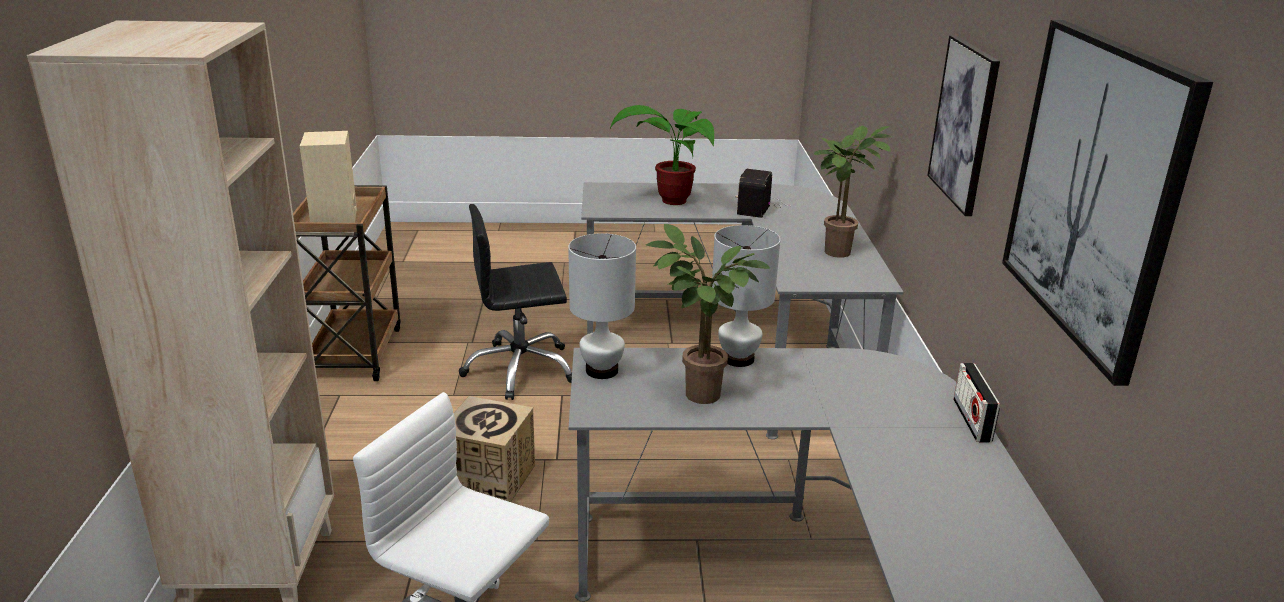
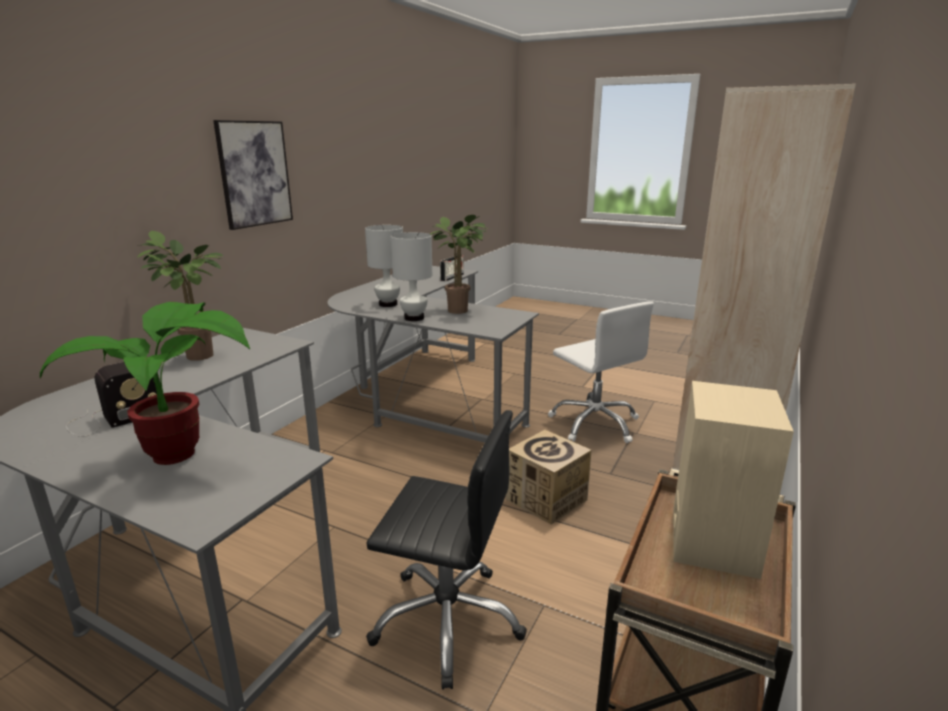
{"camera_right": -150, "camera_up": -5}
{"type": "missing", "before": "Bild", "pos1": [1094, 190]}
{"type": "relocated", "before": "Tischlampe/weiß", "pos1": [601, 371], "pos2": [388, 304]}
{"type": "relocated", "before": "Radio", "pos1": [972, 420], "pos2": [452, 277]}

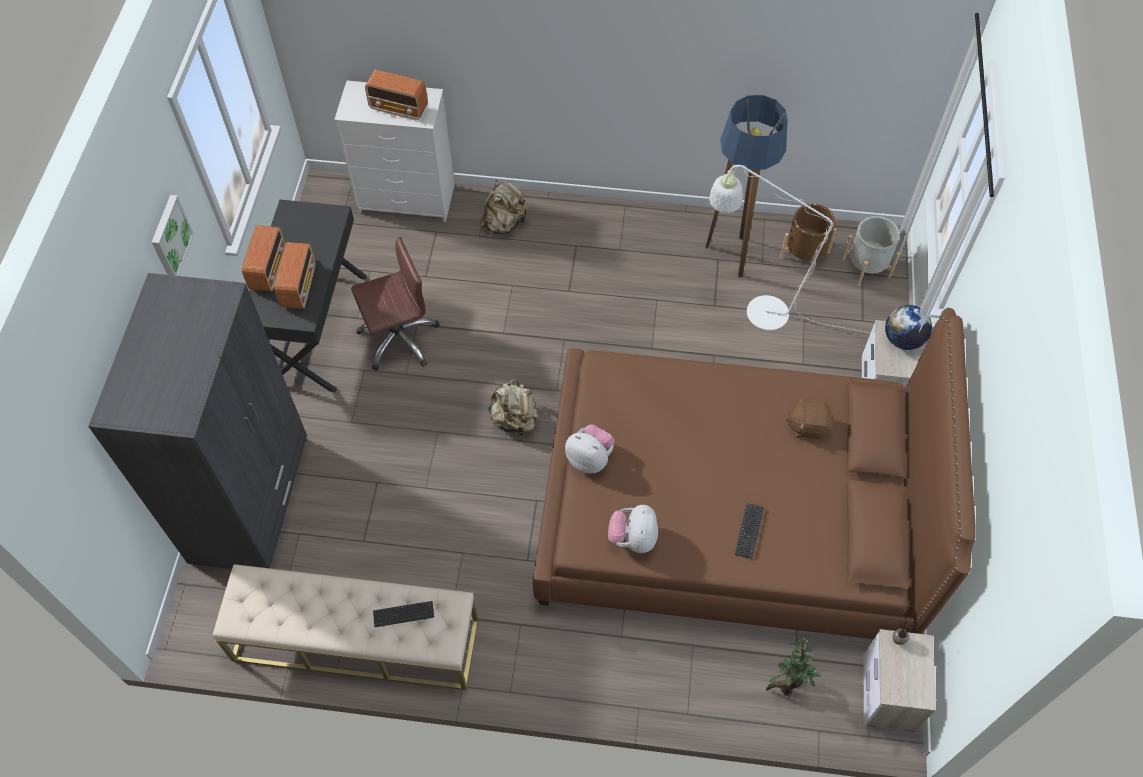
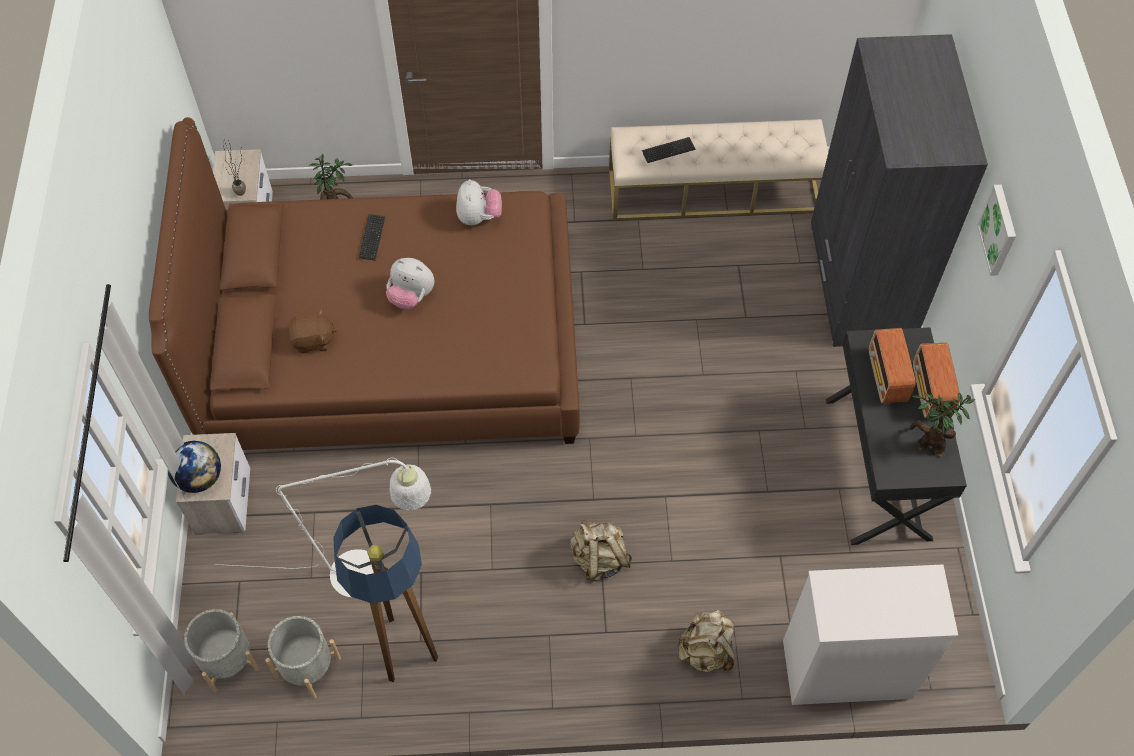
{"camera_right": 170, "camera_up": 0}
{"type": "missing", "before": "Bürostuhl/braun", "pos1": [399, 338]}
{"type": "missing", "before": "Radio", "pos1": [399, 108]}
{"type": "appeared", "after": "Topfpflanze", "pos2": [927, 444]}
{"type": "relocated", "before": "Rucksack/beige", "pos1": [515, 420], "pos2": [599, 559]}
{"type": "relocated", "before": "Plüschtier", "pos1": [590, 458], "pos2": [411, 296]}
{"type": "colour", "before": "Pflanzkübel/braun", "after": "Pflanzkübel/grau", "pos1": [804, 255], "pos2": [307, 667]}

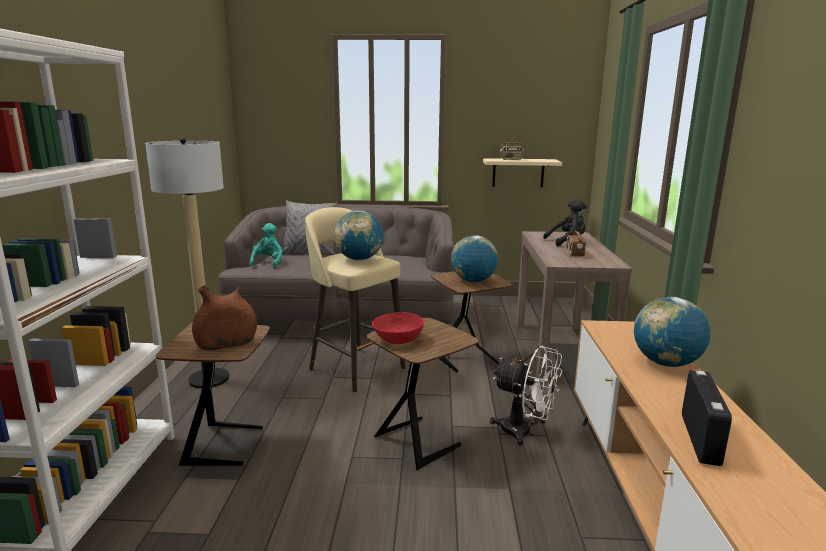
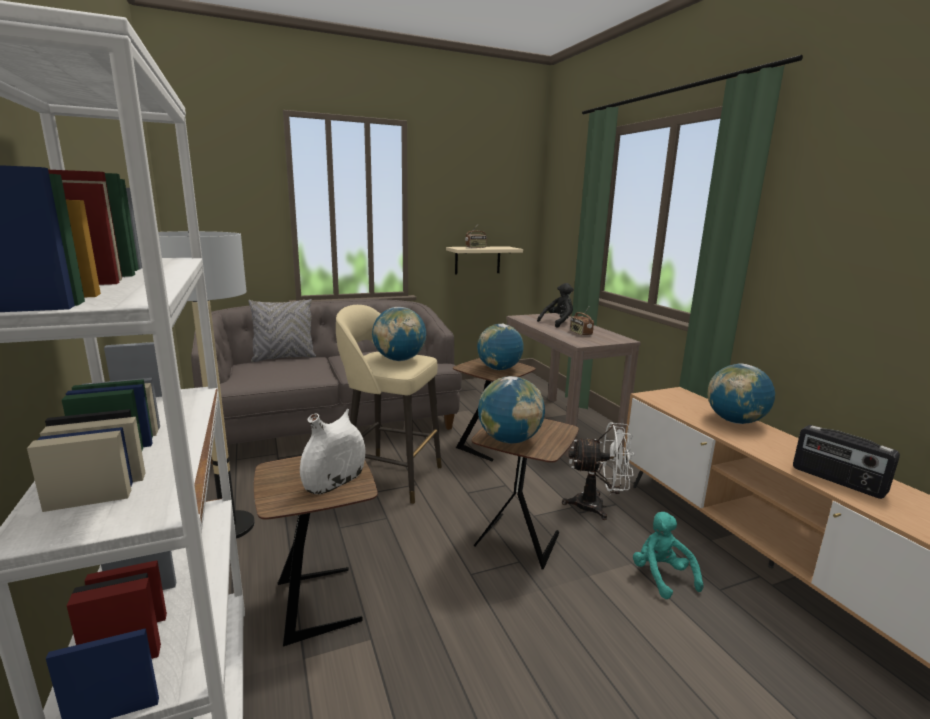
{"camera_right": -25, "camera_up": 0}
{"type": "relocated", "before": "Plüschtier/türkis", "pos1": [268, 263], "pos2": [661, 576]}
{"type": "exchanged", "before": "Schüssel/rot", "after": "Globus", "pos1": [398, 340], "pos2": [509, 440]}
{"type": "colour", "before": "Vase/braun", "after": "Vase/weiß", "pos1": [227, 344], "pos2": [335, 481]}
{"type": "spun", "before": "Radio", "pos1": [701, 439], "pos2": [837, 481], "turn": 150}

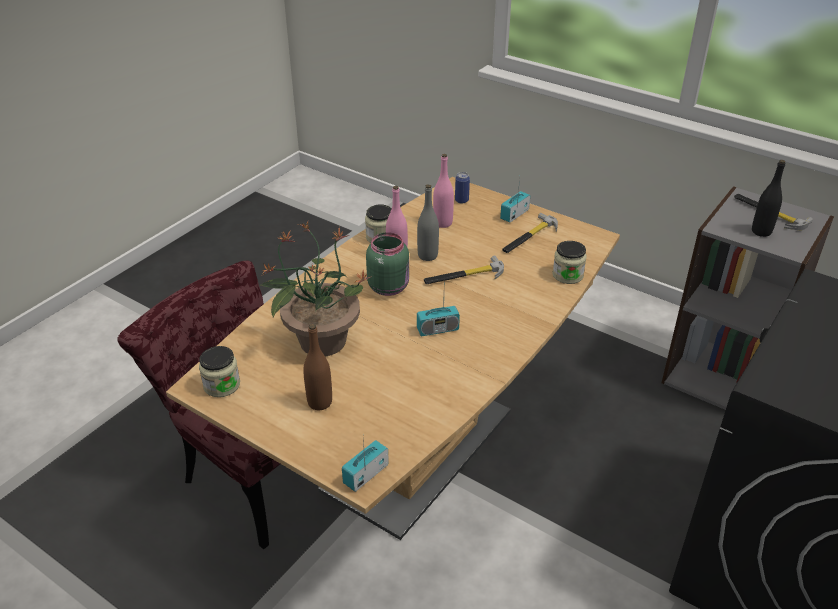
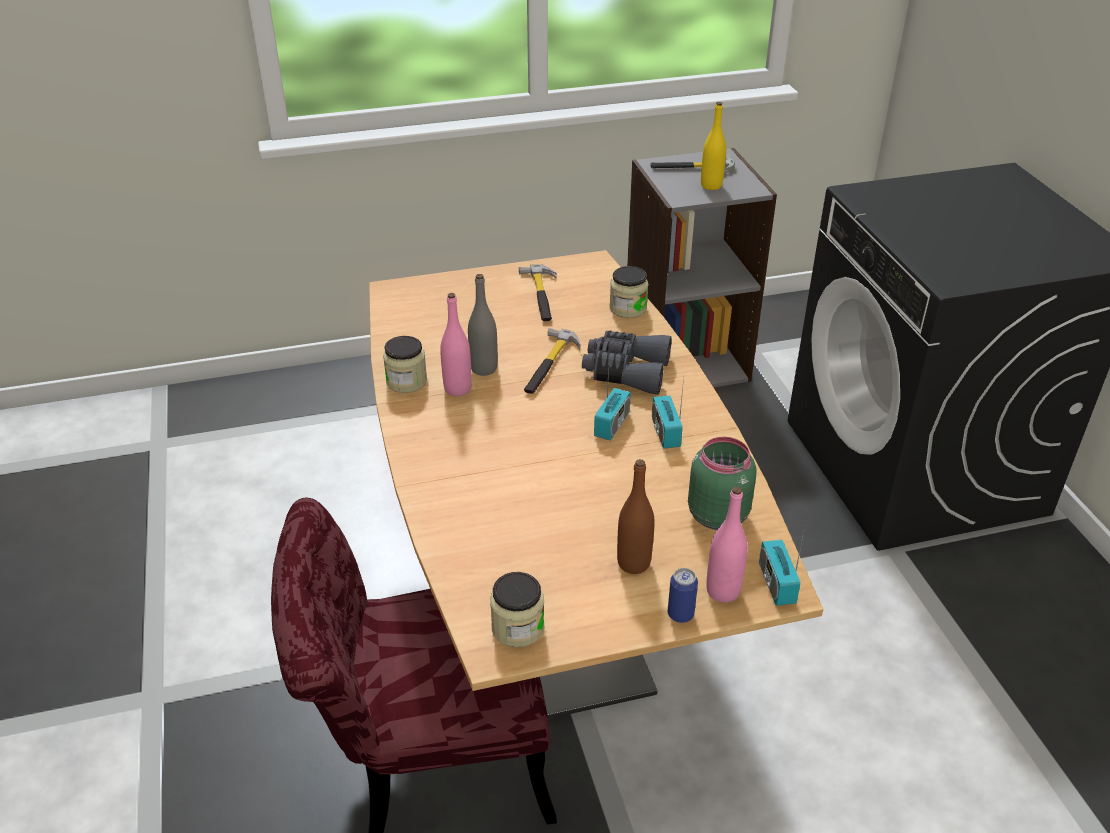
{"camera_right": -50, "camera_up": 0}
{"type": "missing", "before": "Topfpflanze", "pos1": [321, 341]}
{"type": "appeared", "after": "Fernglas/grau", "pos2": [626, 371]}
{"type": "relocated", "before": "Vorratsglas/grün", "pos1": [389, 287], "pos2": [717, 514]}
{"type": "relocated", "before": "Flasche/rosa", "pos1": [442, 223], "pos2": [723, 591]}
{"type": "relocated", "before": "Dose", "pos1": [461, 200], "pos2": [680, 614]}
{"type": "relocated", "before": "Radio", "pos1": [514, 214], "pos2": [665, 433]}
{"type": "colour", "before": "Flasche/schwarz", "after": "Flasche/gelb", "pos1": [761, 231], "pos2": [711, 185]}

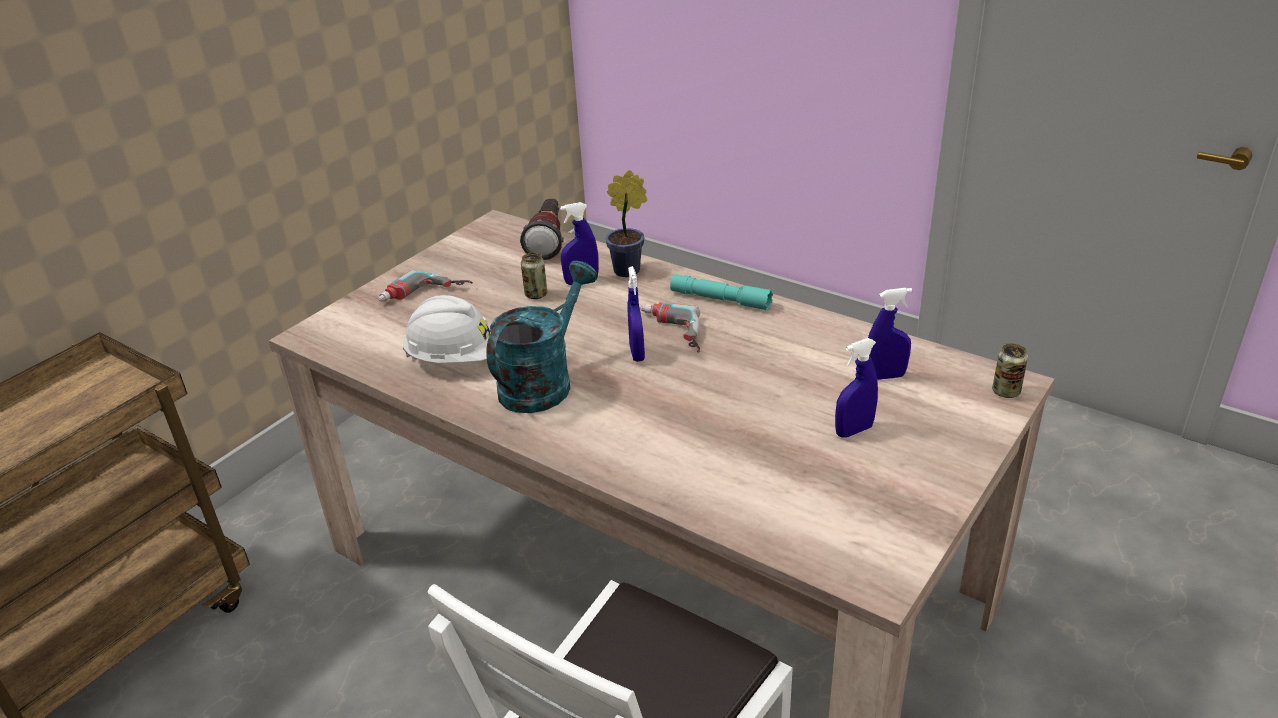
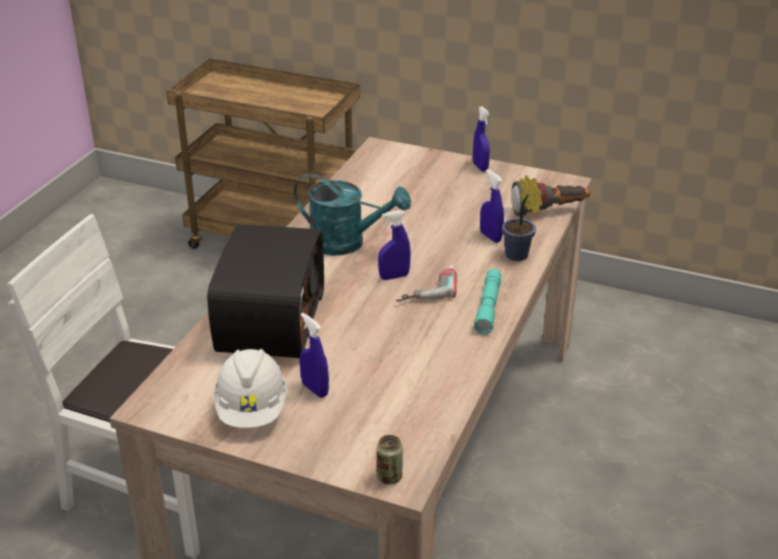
{"camera_right": 75, "camera_up": 0}
{"type": "missing", "before": "Bohrmaschine", "pos1": [425, 296]}
{"type": "missing", "before": "Dose", "pos1": [536, 294]}
{"type": "appeared", "after": "Radio", "pos2": [268, 321]}
{"type": "relocated", "before": "Schutzhelm/weiß", "pos1": [456, 358], "pos2": [252, 409]}
{"type": "relocated", "before": "Sprühflasche/blau", "pos1": [885, 376], "pos2": [480, 167]}

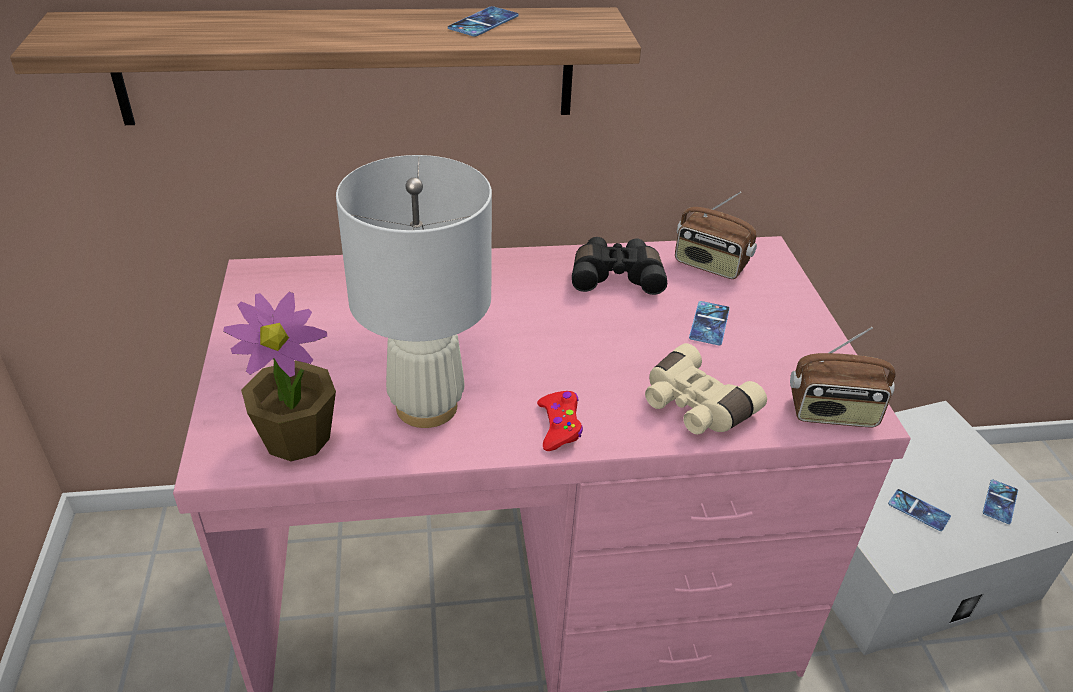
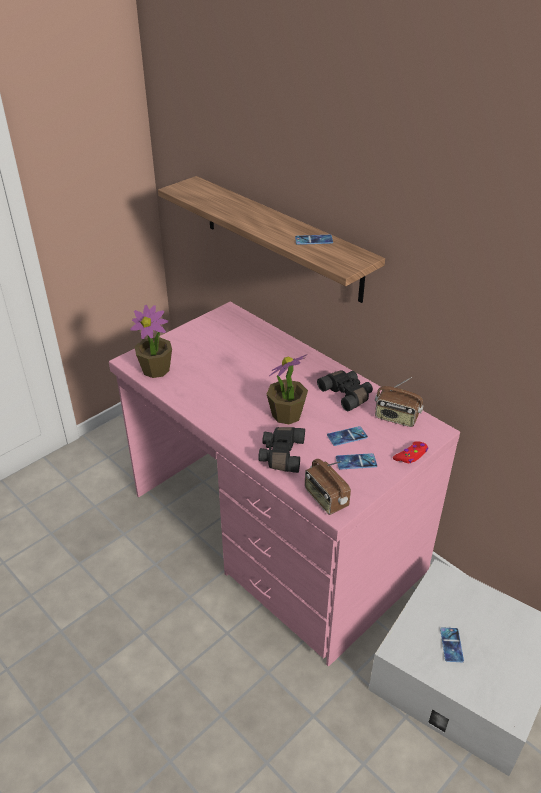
{"camera_right": 55, "camera_up": 0}
{"type": "missing", "before": "Tischlampe/weiß", "pos1": [427, 407]}
{"type": "appeared", "after": "Topfpflanze", "pos2": [286, 415]}
{"type": "relocated", "before": "Gamepad/rot", "pos1": [559, 426], "pos2": [411, 456]}
{"type": "relocated", "before": "Handy", "pos1": [1000, 502], "pos2": [356, 462]}
{"type": "colour", "before": "Fernglas/beige", "after": "Fernglas/schwarz", "pos1": [694, 407], "pos2": [281, 455]}
{"type": "spun", "before": "Radio", "pos1": [710, 265], "pos2": [396, 418], "turn": -60}

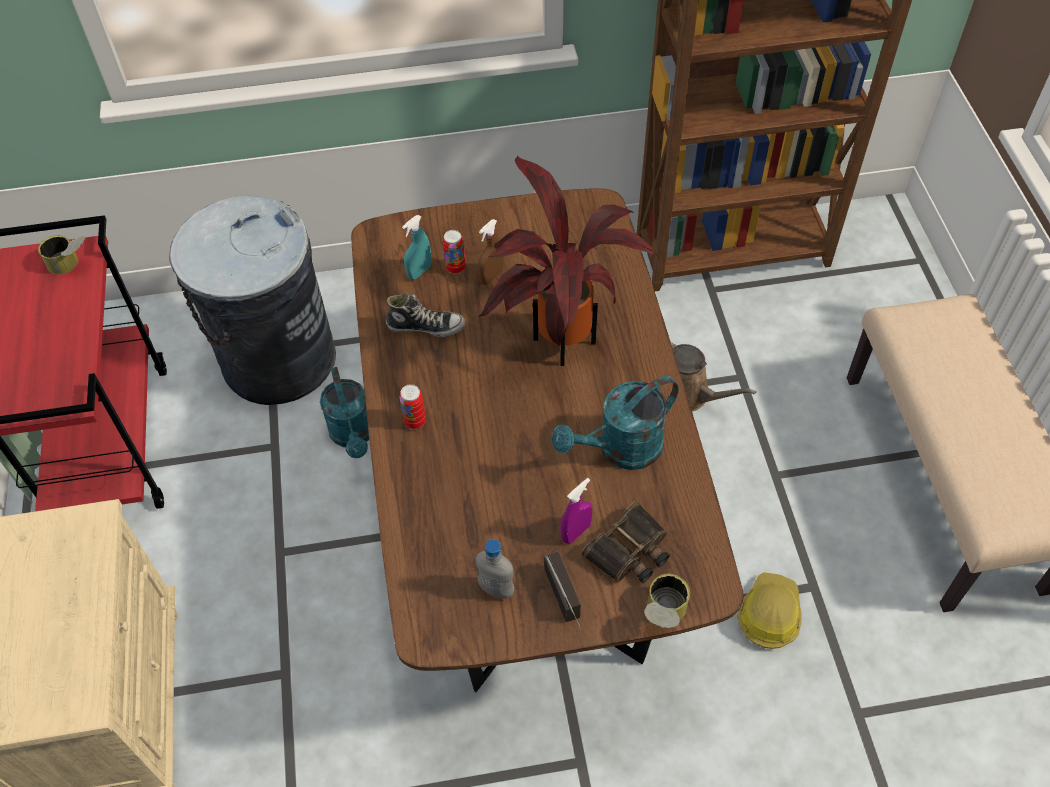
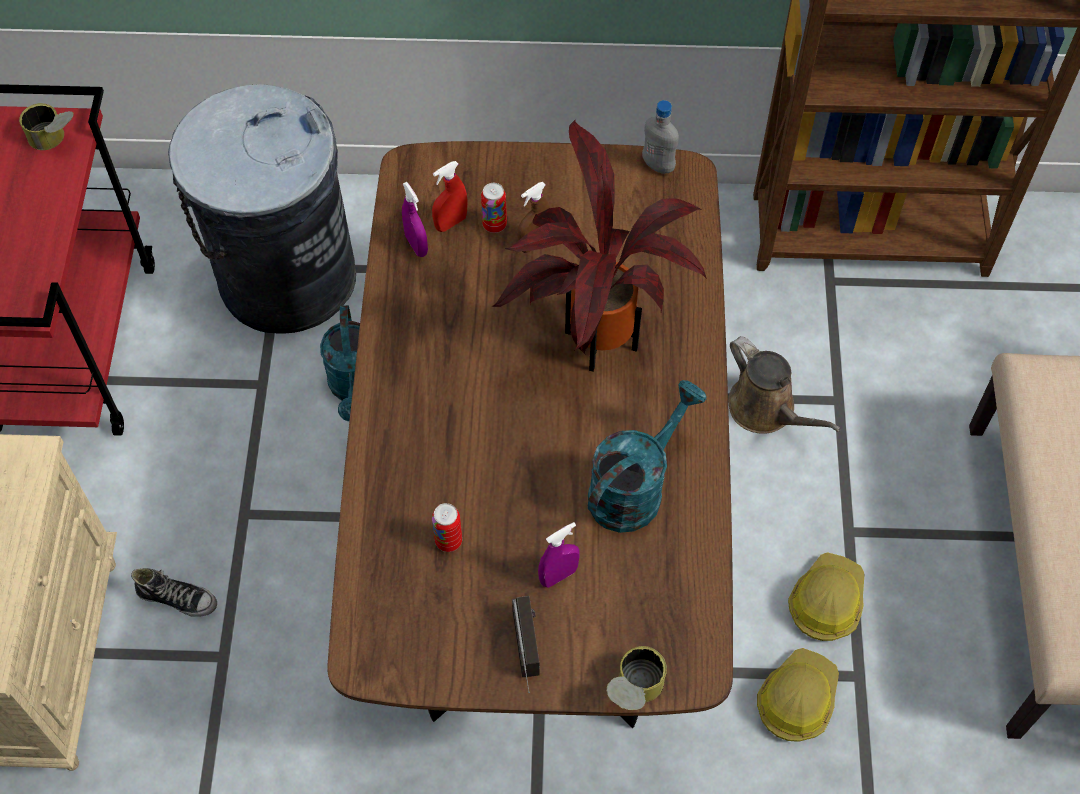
{"camera_right": 10, "camera_up": 5}
{"type": "missing", "before": "Fernglas", "pos1": [630, 551]}
{"type": "appeared", "after": "Sprühflasche/lila", "pos2": [416, 245]}
{"type": "appeared", "after": "Schutzhelm", "pos2": [825, 602]}
{"type": "relocated", "before": "Schuh", "pos1": [426, 326], "pos2": [178, 598]}
{"type": "relocated", "before": "Dose", "pos1": [415, 421], "pos2": [448, 541]}
{"type": "relocated", "before": "Flasche/grau", "pos1": [496, 589], "pos2": [658, 165]}
{"type": "colour", "before": "Sprühflasche/türkis", "after": "Sprühflasche/rot", "pos1": [419, 272], "pos2": [451, 223]}
{"type": "spun", "before": "Gießkanne/türkis", "pos1": [620, 450], "pos2": [634, 487], "turn": 150}

